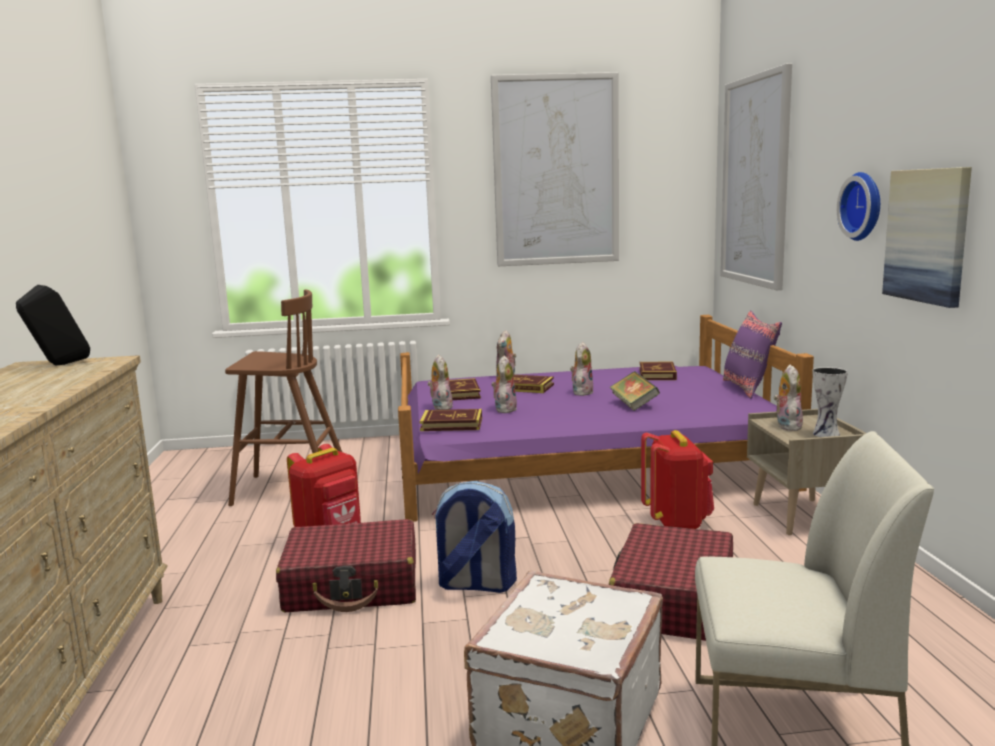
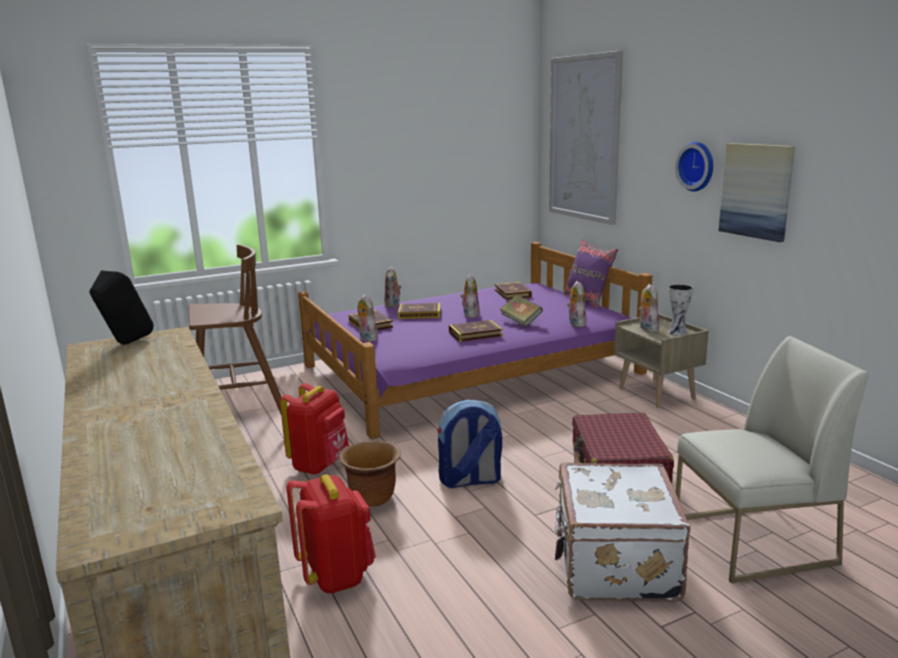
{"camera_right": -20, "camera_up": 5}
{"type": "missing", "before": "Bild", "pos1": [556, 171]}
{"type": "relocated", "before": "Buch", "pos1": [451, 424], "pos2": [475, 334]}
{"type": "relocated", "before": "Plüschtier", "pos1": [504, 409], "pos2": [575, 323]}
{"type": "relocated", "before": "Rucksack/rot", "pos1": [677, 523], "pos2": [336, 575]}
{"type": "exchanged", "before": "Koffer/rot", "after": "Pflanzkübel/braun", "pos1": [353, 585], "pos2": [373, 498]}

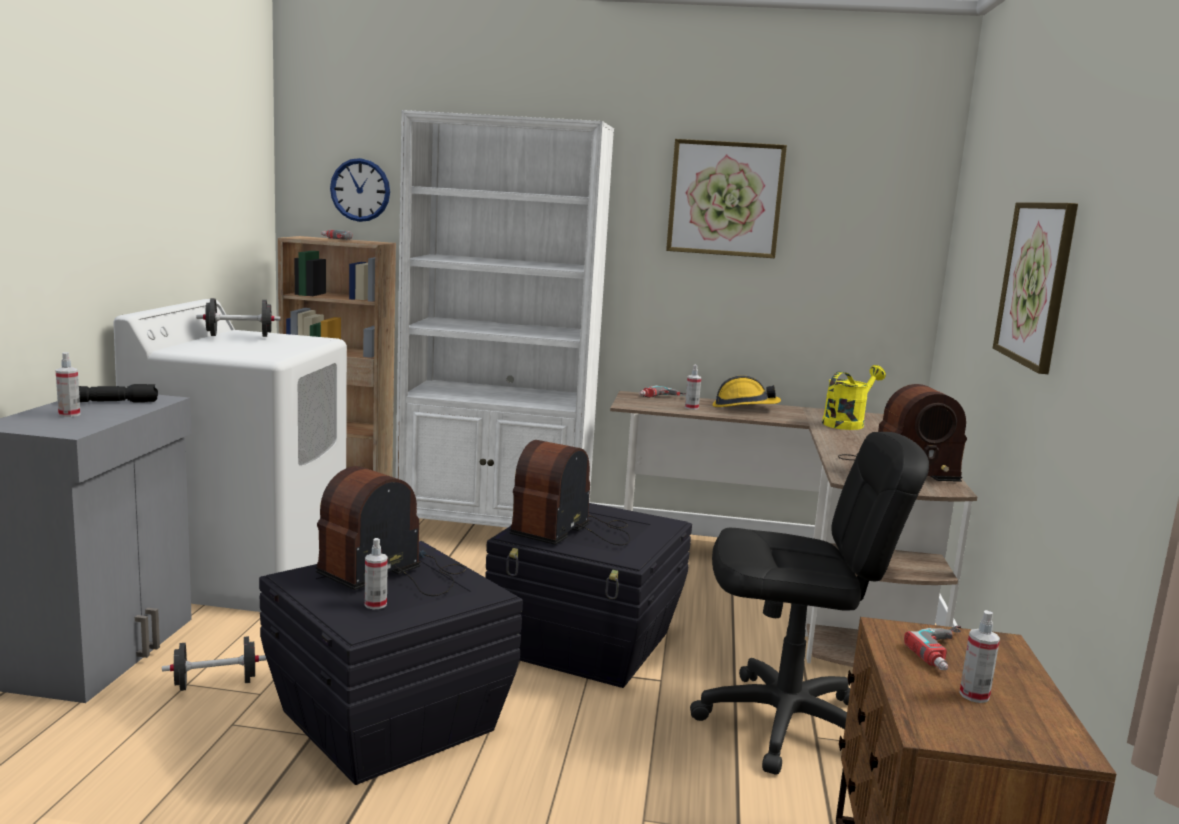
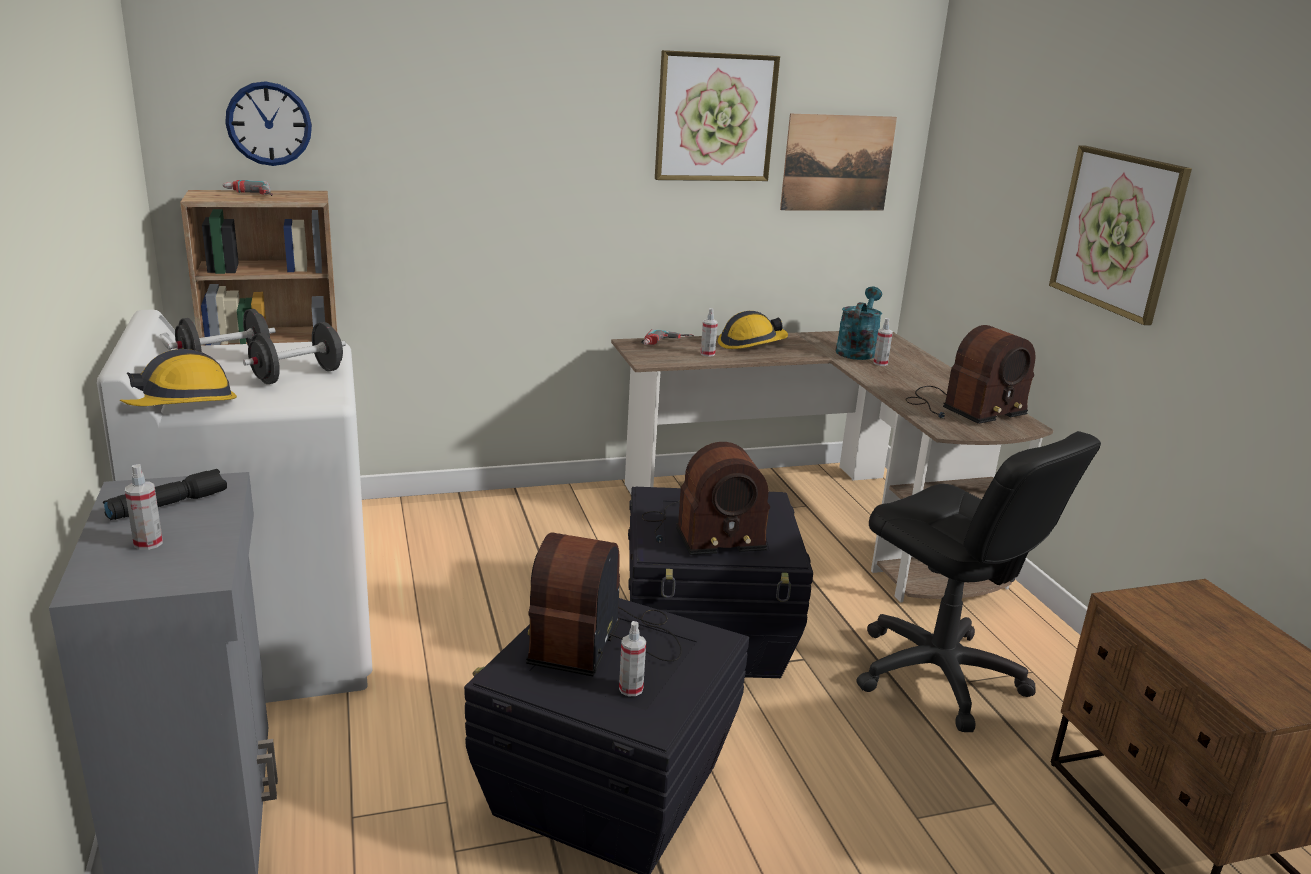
{"camera_right": -25, "camera_up": 10}
{"type": "missing", "before": "Bücherregal/weiß", "pos1": [496, 532]}
{"type": "missing", "before": "Bohrmaschine", "pos1": [949, 654]}
{"type": "appeared", "after": "Schutzhelm", "pos2": [179, 403]}
{"type": "appeared", "after": "Bild", "pos2": [837, 163]}
{"type": "relocated", "before": "Hantel/schwarz", "pos1": [215, 684], "pos2": [298, 376]}
{"type": "relocated", "before": "Sprühflasche", "pos1": [974, 695], "pos2": [880, 363]}
{"type": "colour", "before": "Gießkanne/gelb", "after": "Gießkanne/türkis", "pos1": [847, 423], "pos2": [857, 350]}
{"type": "spun", "before": "Radio", "pos1": [572, 531], "pos2": [701, 532], "turn": -105}
{"type": "spun", "before": "Bürostuhl/schwarz", "pos1": [786, 724], "pos2": [938, 675], "turn": 75}

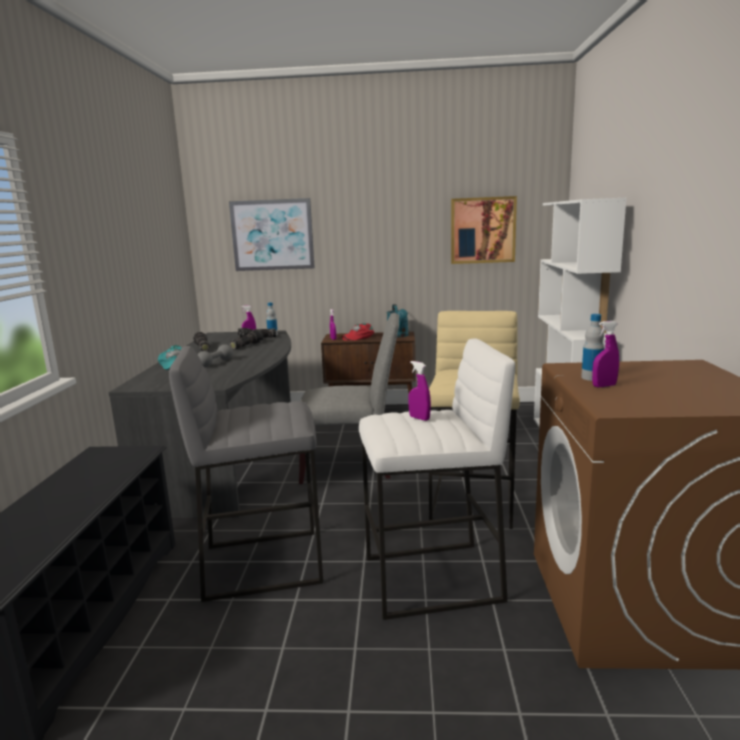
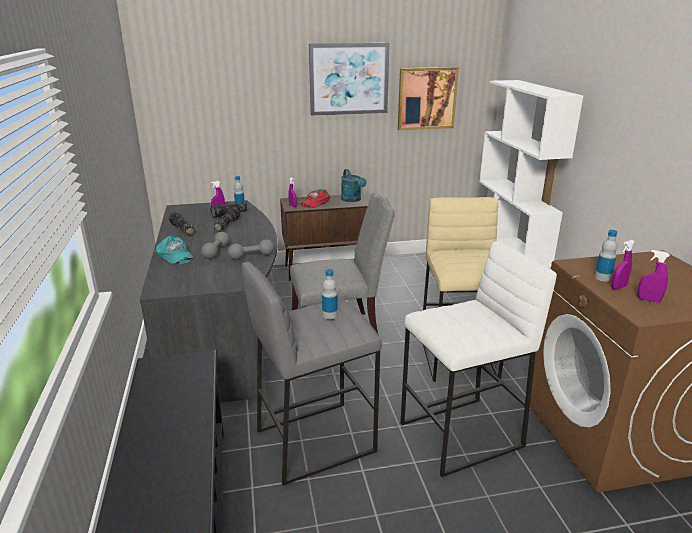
{"camera_right": -15, "camera_up": 10}
{"type": "appeared", "after": "Hantel/grau", "pos2": [251, 256]}
{"type": "appeared", "after": "Flasche", "pos2": [330, 315]}
{"type": "relocated", "before": "Bild", "pos1": [272, 235], "pos2": [349, 79]}
{"type": "relocated", "before": "Sprühflasche/lila", "pos1": [419, 418], "pos2": [648, 300]}

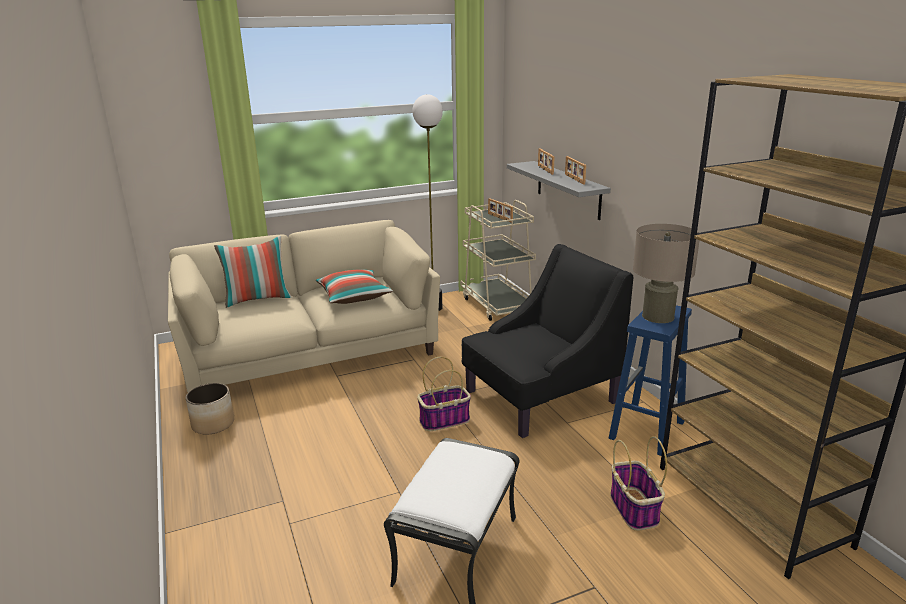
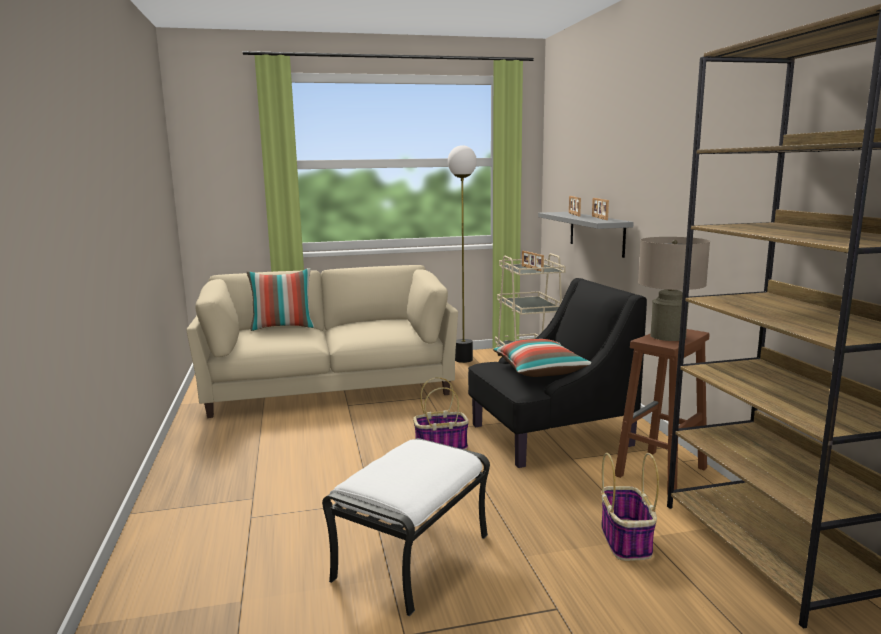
{"camera_right": 10, "camera_up": -10}
{"type": "missing", "before": "Pflanzkübel", "pos1": [213, 424]}
{"type": "relocated", "before": "Kissen", "pos1": [353, 296], "pos2": [540, 371]}
{"type": "colour", "before": "Hocker/blau", "after": "Hocker/braun", "pos1": [646, 431], "pos2": [660, 472]}

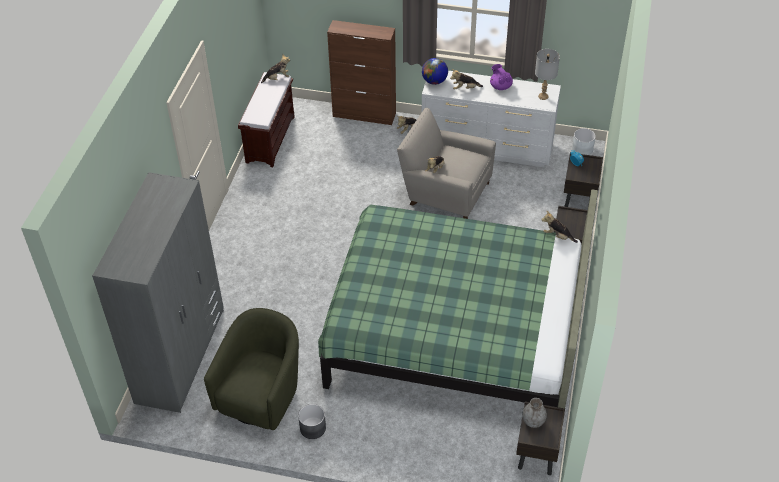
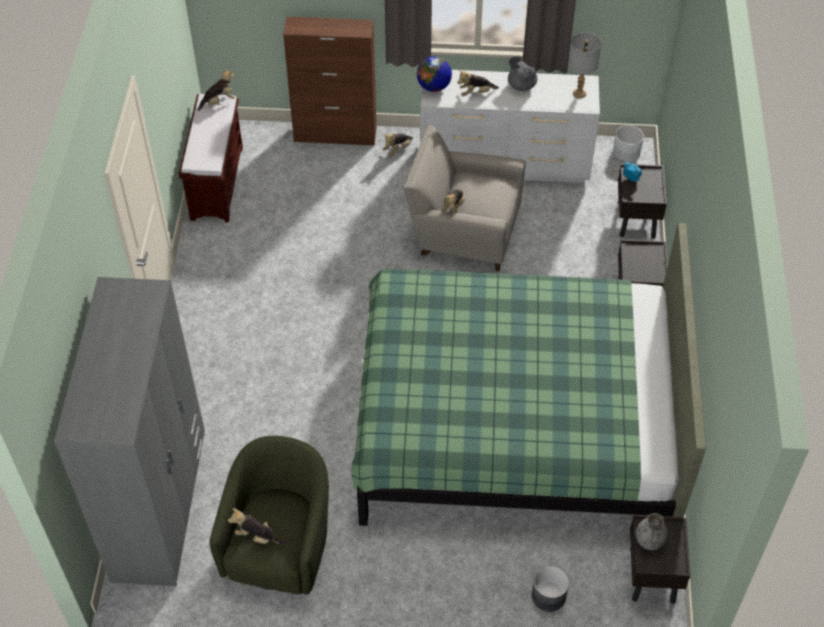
{"camera_right": -10, "camera_up": 5}
{"type": "relocated", "before": "Pflanzkübel/grau", "pos1": [313, 428], "pos2": [549, 595]}
{"type": "relocated", "before": "Plüschtier", "pos1": [557, 236], "pos2": [257, 536]}
{"type": "colour", "before": "Teekanne/lila", "after": "Teekanne/grau", "pos1": [500, 86], "pos2": [521, 85]}

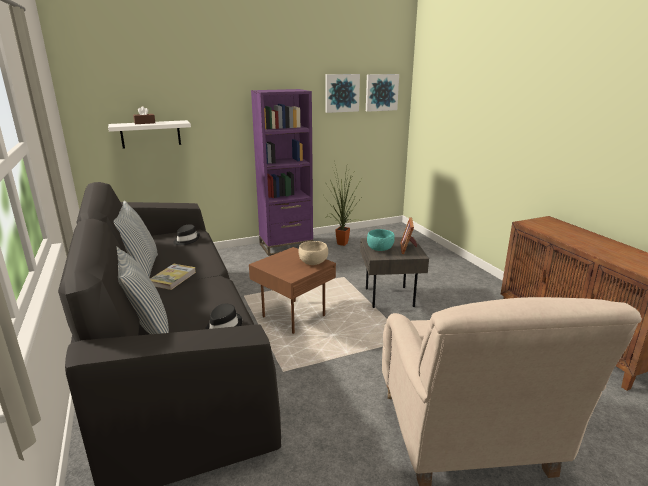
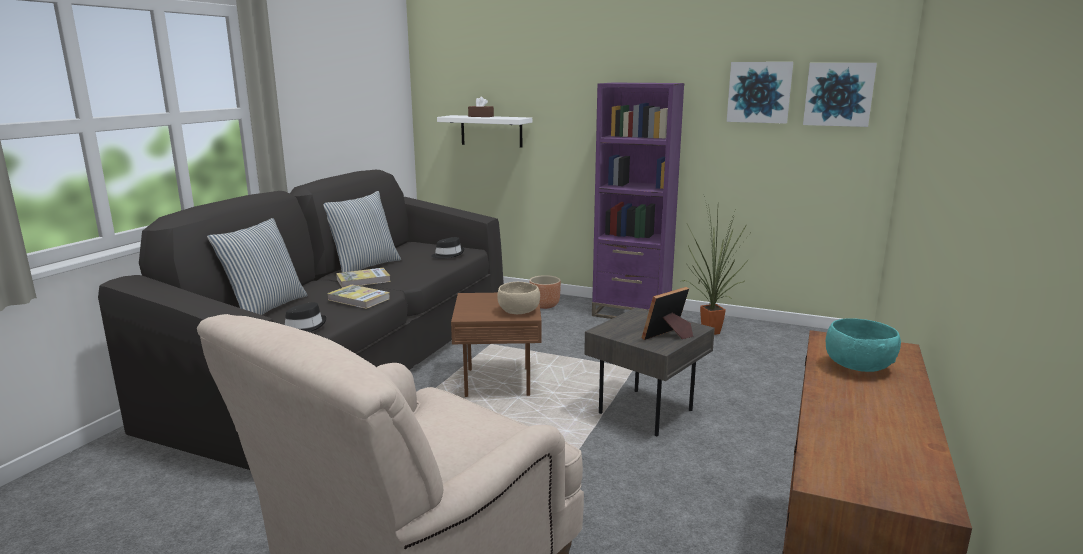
{"camera_right": 45, "camera_up": -5}
{"type": "appeared", "after": "Buch", "pos2": [359, 299]}
{"type": "appeared", "after": "Pflanzkübel/braun", "pos2": [544, 305]}
{"type": "relocated", "before": "Schüssel/türkis", "pos1": [379, 249], "pos2": [857, 366]}

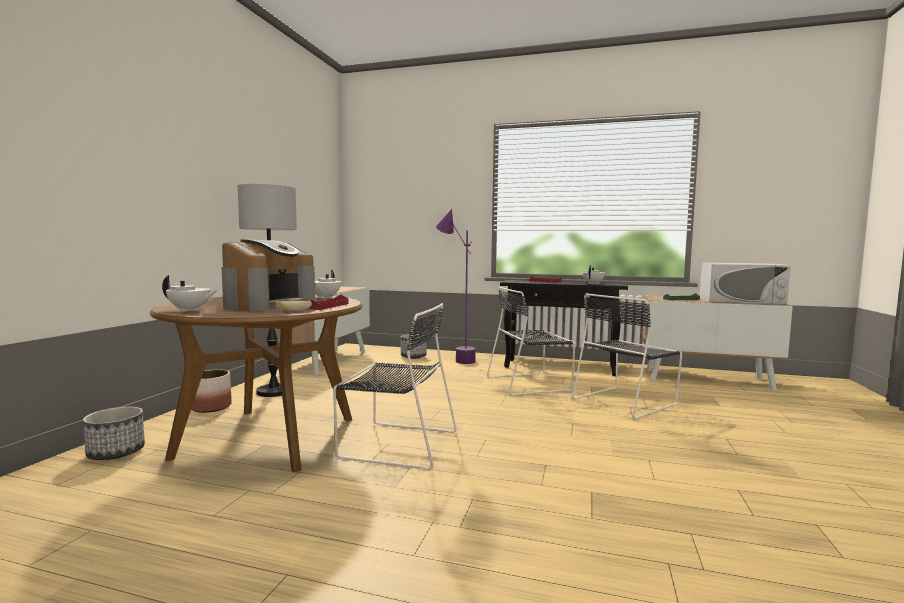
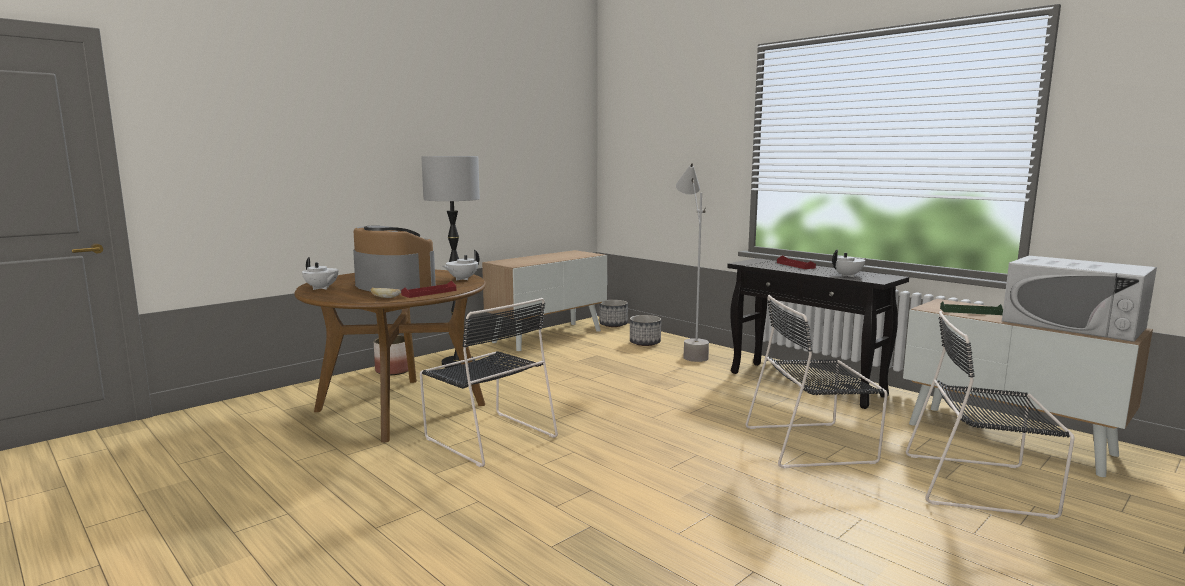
{"camera_right": 30, "camera_up": 5}
{"type": "relocated", "before": "Pflanzkübel", "pos1": [116, 452], "pos2": [613, 325]}
{"type": "relocated", "before": "Stuhl/schwarz", "pos1": [530, 383], "pos2": [981, 485]}
{"type": "colour", "before": "Stehlampe/lila", "after": "Stehlampe/grau", "pos1": [455, 358], "pos2": [689, 352]}
{"type": "spun", "before": "Kaffeemaschine", "pos1": [269, 304], "pos2": [393, 286], "turn": -105}

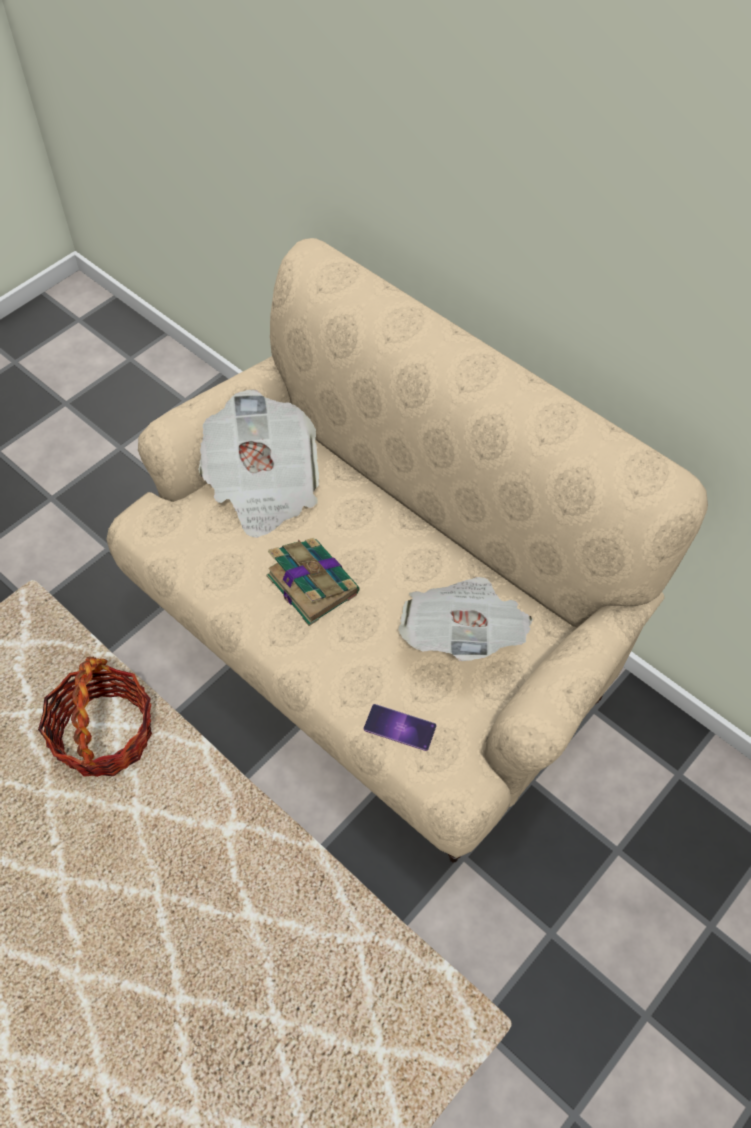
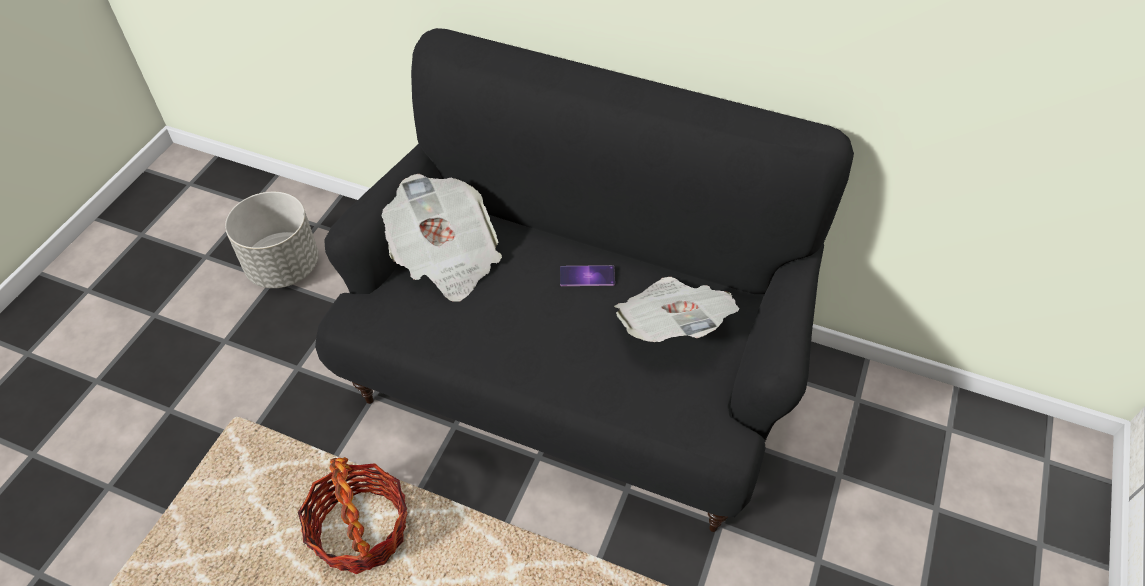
{"camera_right": -20, "camera_up": -5}
{"type": "missing", "before": "Buch", "pos1": [311, 583]}
{"type": "appeared", "after": "Pflanzkübel/grau", "pos2": [284, 266]}
{"type": "relocated", "before": "Handy", "pos1": [400, 727], "pos2": [587, 276]}
{"type": "colour", "before": "Sofa/beige", "after": "Sofa/schwarz", "pos1": [374, 650], "pos2": [572, 380]}

